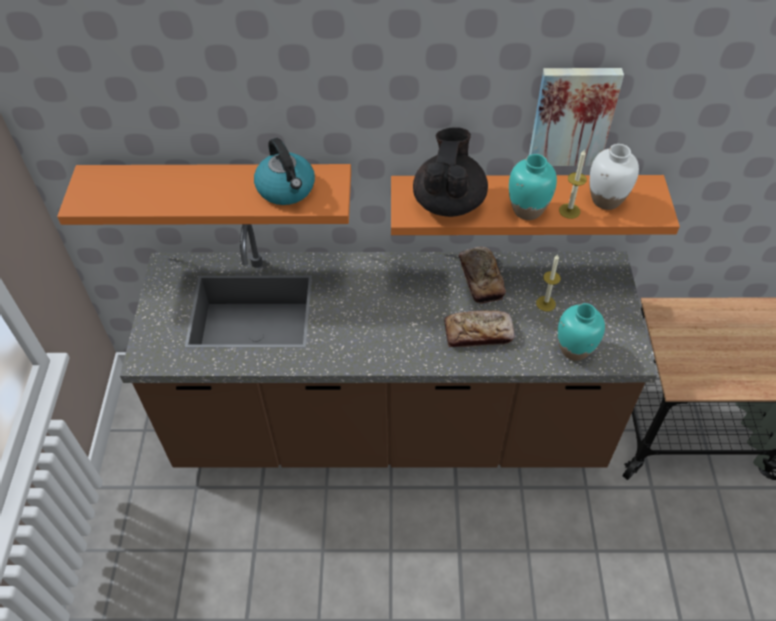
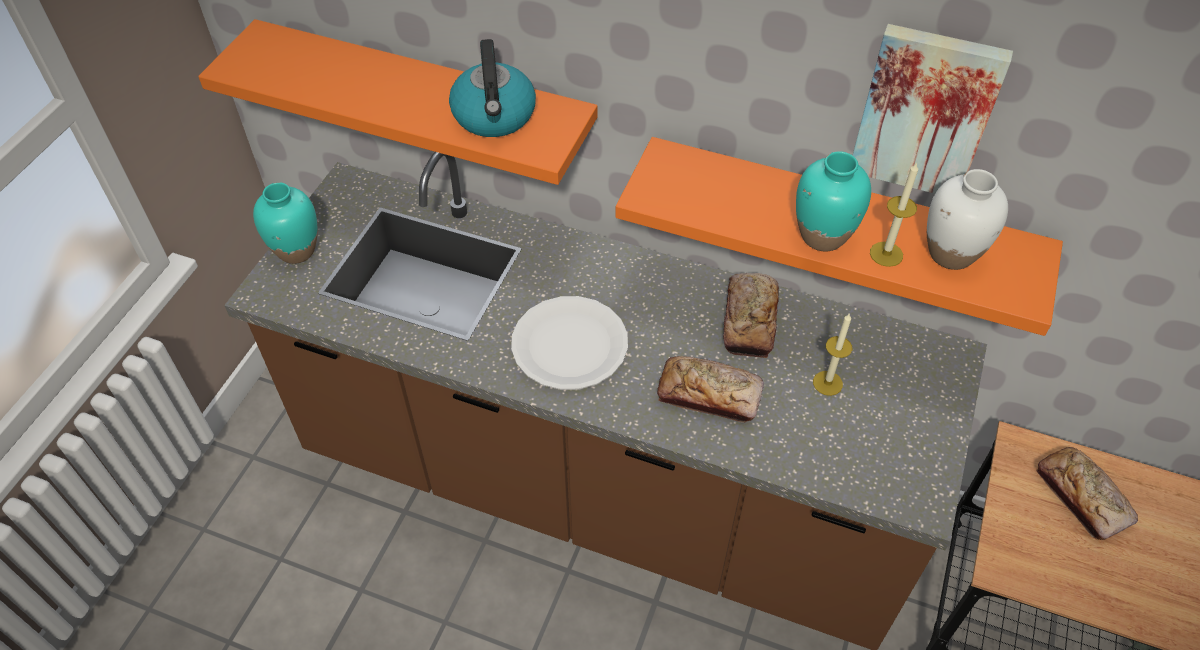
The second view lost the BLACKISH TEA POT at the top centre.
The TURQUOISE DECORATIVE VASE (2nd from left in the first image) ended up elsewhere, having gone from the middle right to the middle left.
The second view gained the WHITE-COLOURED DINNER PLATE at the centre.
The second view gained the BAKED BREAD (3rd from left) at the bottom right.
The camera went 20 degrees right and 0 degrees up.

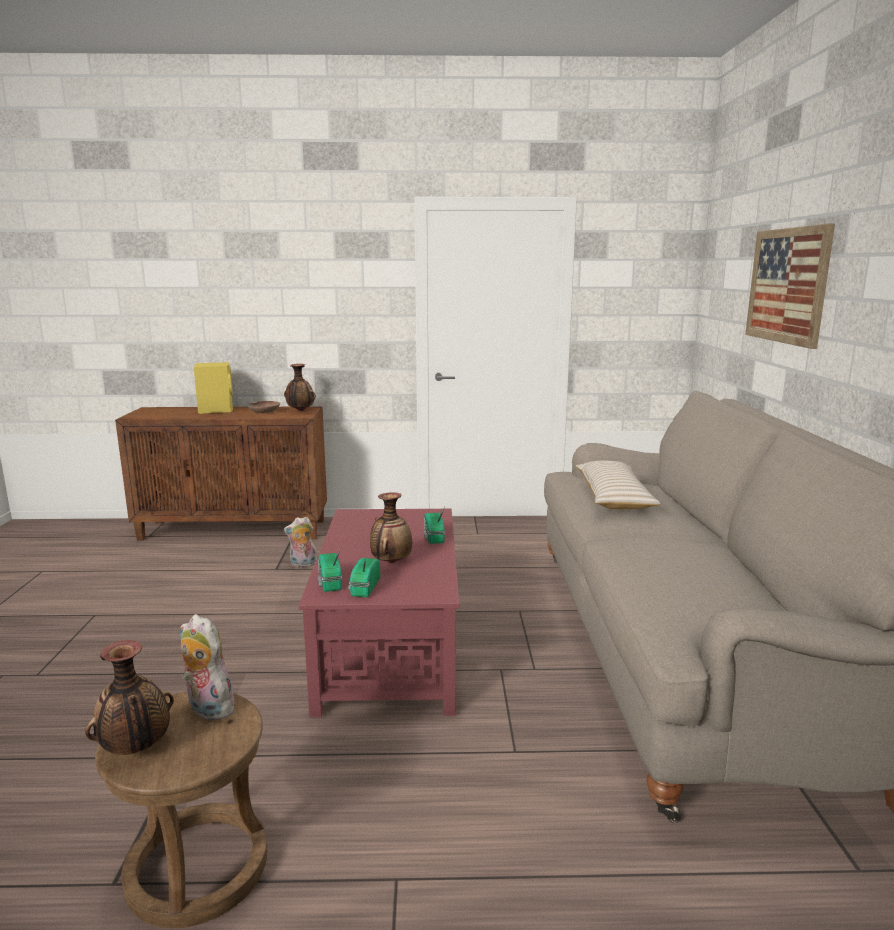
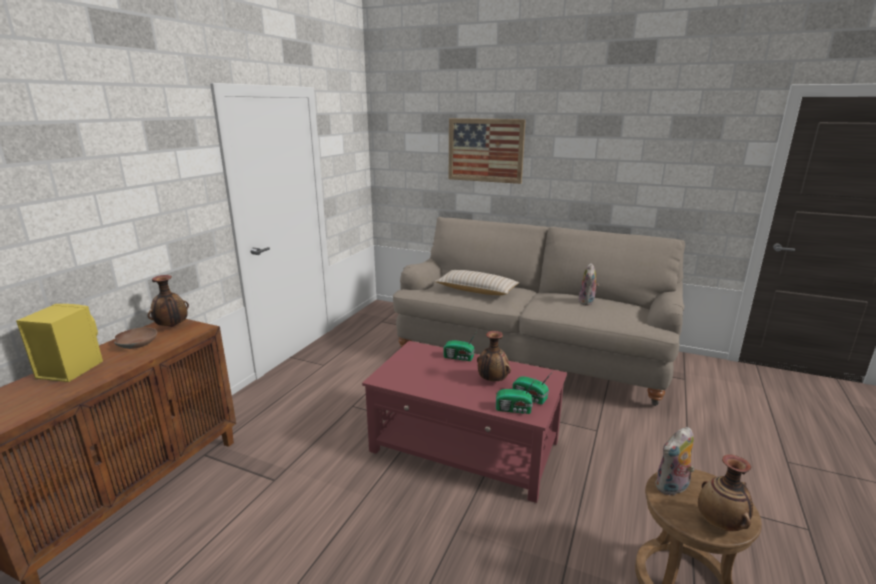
The SOFT TOY (2nd from left in the first image) ended up elsewhere, having gone from the centre to the middle right.
The camera went 65 degrees left and 5 degrees up.

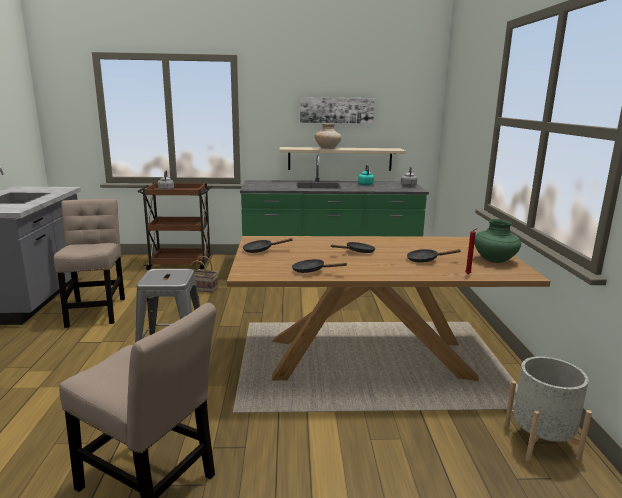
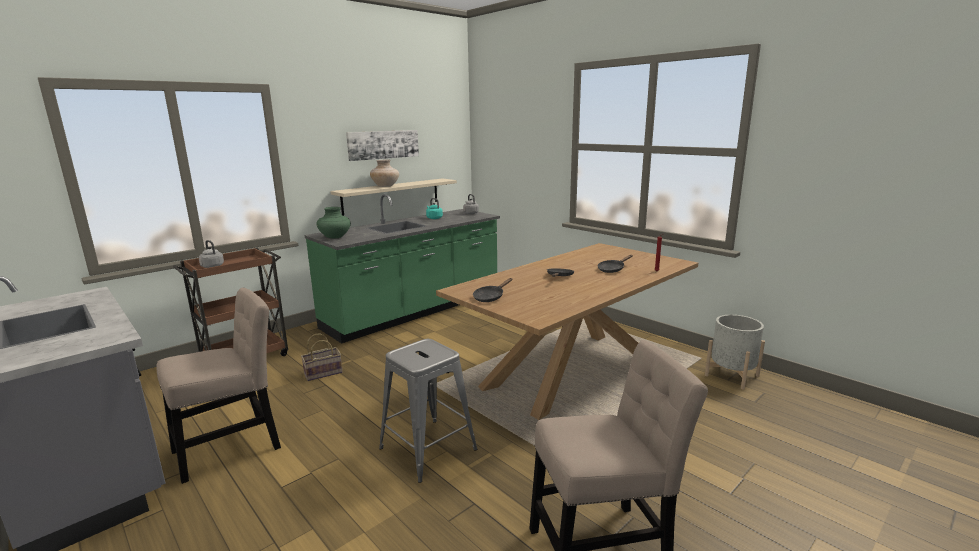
The SAND-COLOURED UPRIGHT CHAIR (1st from left) at the middle left ended up facing another way, 105 degrees clockwise from before.
The second view lost the BLACKISH PAN (2nd from left) at the centre.
The GREEN DECORATIVE VASE ended up elsewhere, having gone from the middle right to the centre.
The camera went 40 degrees left and 0 degrees up.

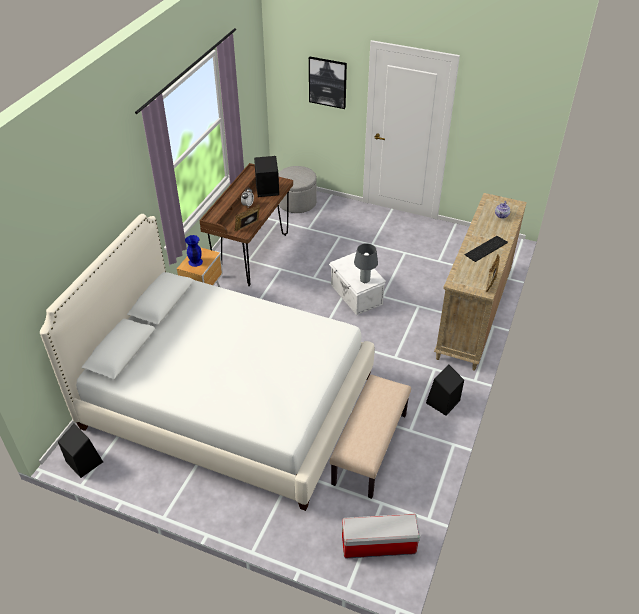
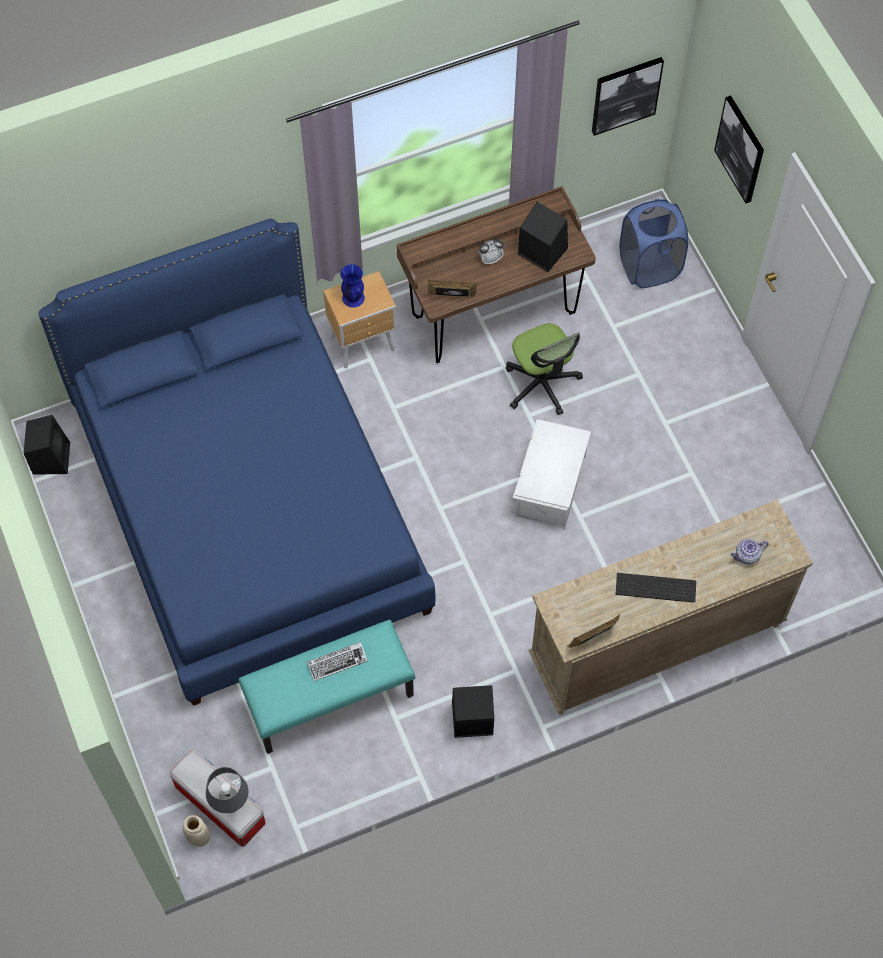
What was the WHITE-COLOURED BED at the middle left turned into the BLUISH BED at the middle left.
Where the GREYISH OTTOMAN stood at the top centre, the BLUISH LAUNDRY BASKET came to stand at the top right.
What was the SAND-COLOURED BENCH at the bottom centre turned into the TURQUOISE BENCH at the bottom centre.
The GREYISH TABLETOP LAMP ended up elsewhere, having gone from the centre to the bottom left.
The second view gained the SAND-COLOURED DECORATIVE VASE at the bottom left.
The second view gained the COMPUTER KEYBOARD (1st from left) at the bottom centre.
The second view gained the COMPUTER CHAIR at the centre.
The second view gained the WALL ART (1st from left) at the top right.
The camera went 45 degrees right and 20 degrees up.

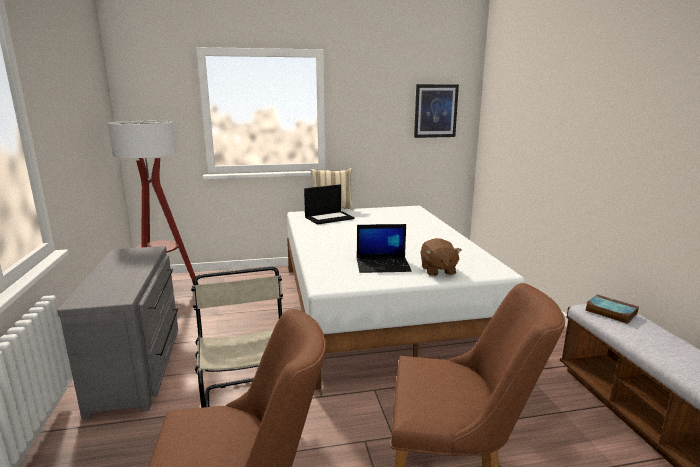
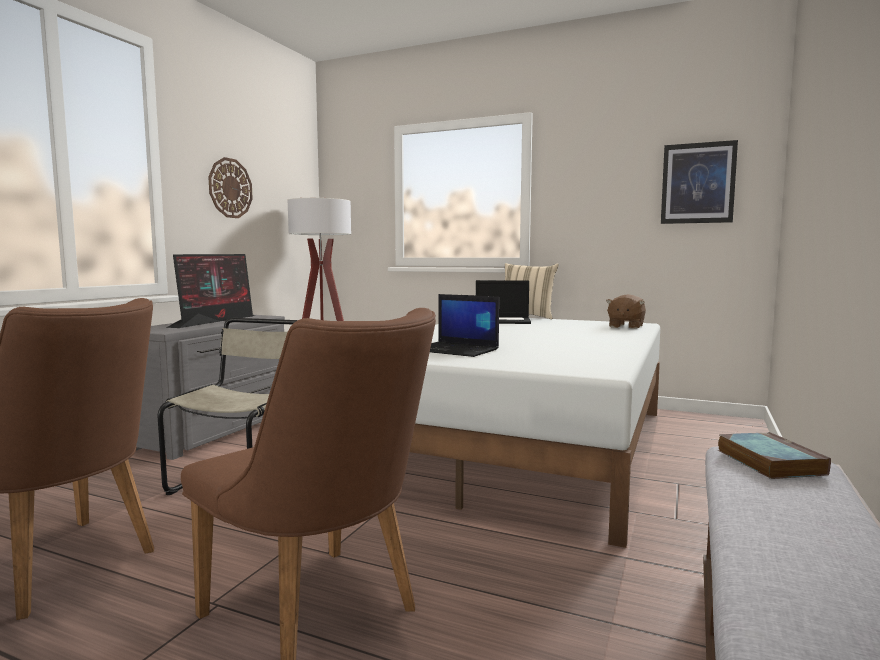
The BROWNISH SOFT TOY ended up elsewhere, having gone from the centre to the middle right.
The second view gained the COMPUTER DISPLAY at the middle left.
The second view gained the HANGING CLOCK at the top left.
The camera went 35 degrees right and 10 degrees down.

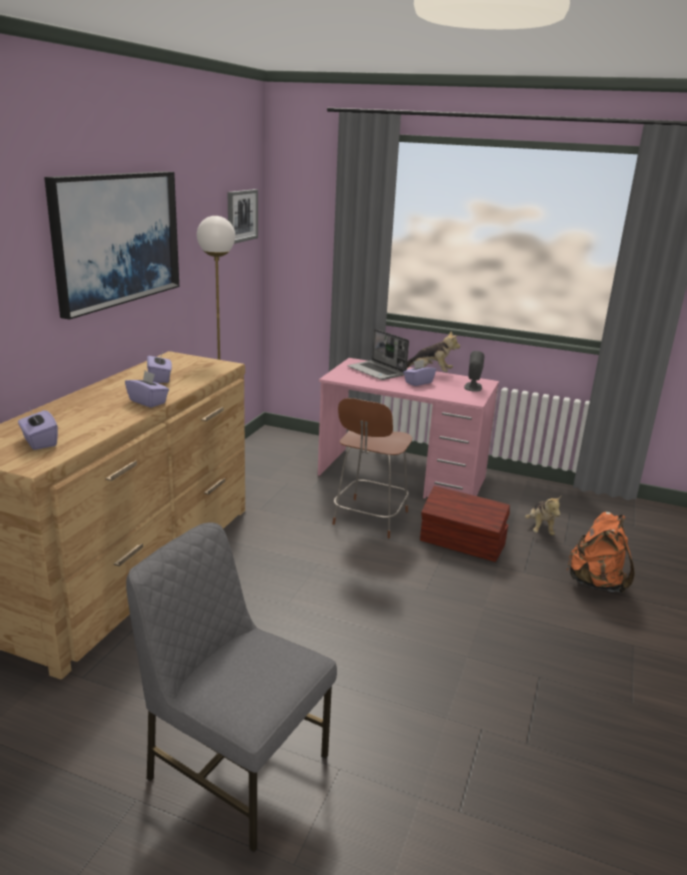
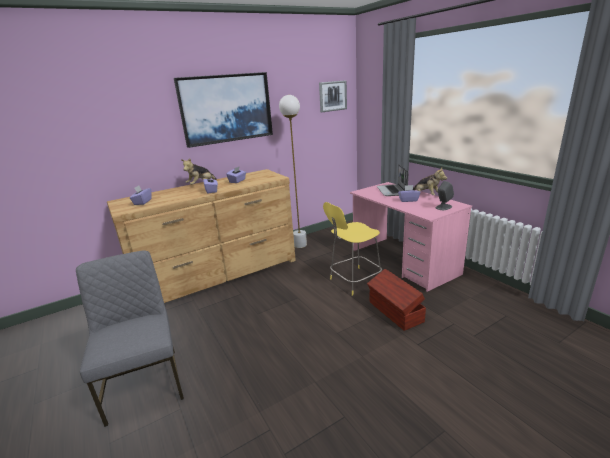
What was the BROWNISH STOOL at the centre turned into the YELLOW STOOL at the centre.
The SOFT TOY (2nd from left in the first image) ended up elsewhere, having gone from the middle right to the middle left.
The second view lost the ORANGE-COLOURED RUCKSACK at the middle right.
The camera went 40 degrees right and 0 degrees up.

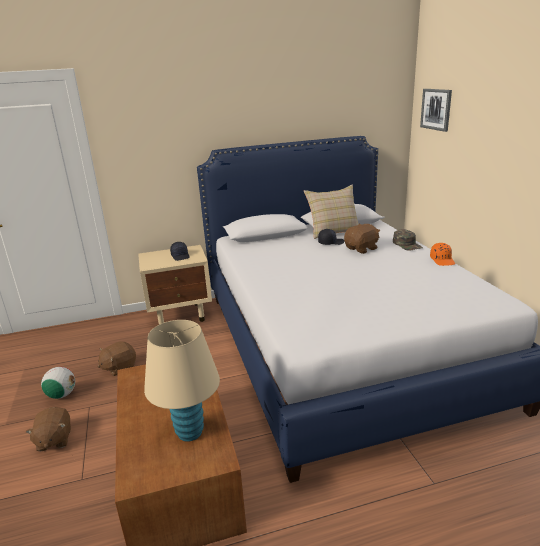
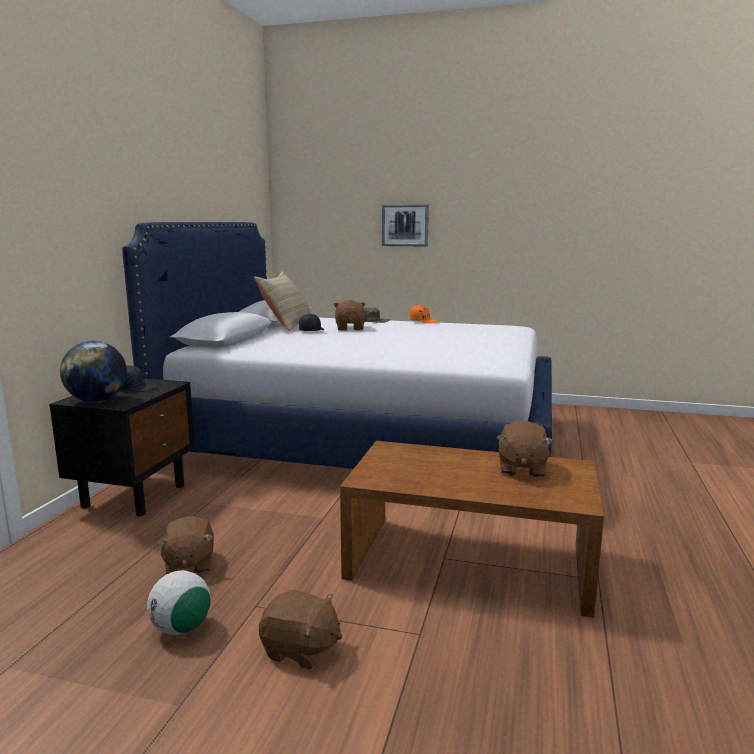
What was the SAND-COLOURED BEDSIDE TABLE at the middle left turned into the BLACKISH BEDSIDE TABLE at the middle left.
Where the SAND-COLOURED TABLETOP LAMP stood at the bottom centre, the BROWNISH SOFT TOY (4th from left) came to stand at the middle right.
The WALL ART ended up elsewhere, having gone from the top right to the top centre.
The second view gained the GLOBE at the middle left.
The camera went 60 degrees left and 10 degrees down.

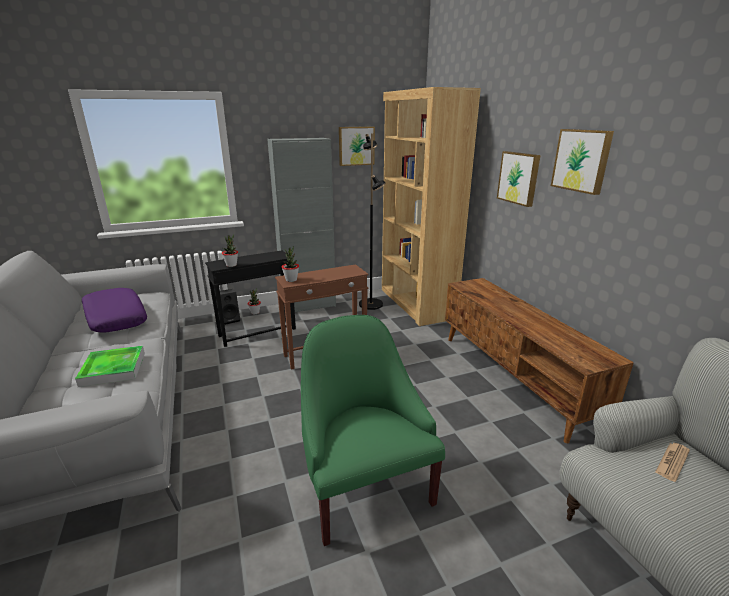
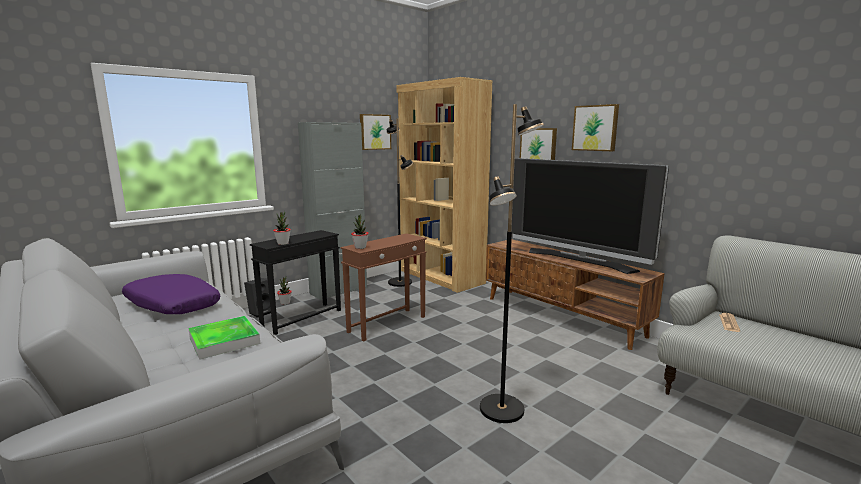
Where the GREEN EASY CHAIR stood at the bottom centre, the BLACKISH FLOOR LAMP (2nd from left) came to stand at the centre.
The second view gained the TV at the middle right.
The camera went 20 degrees left and 10 degrees down.

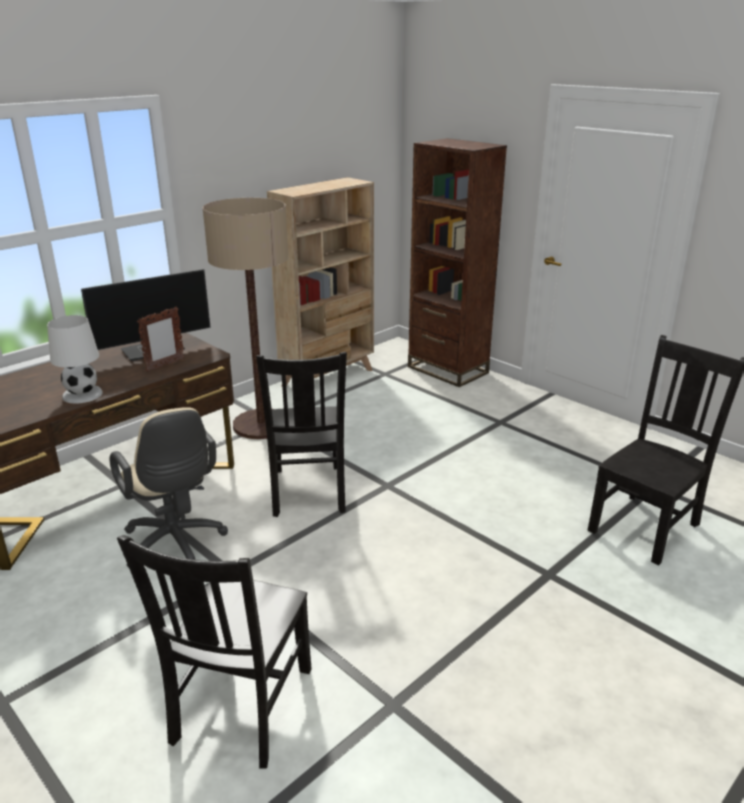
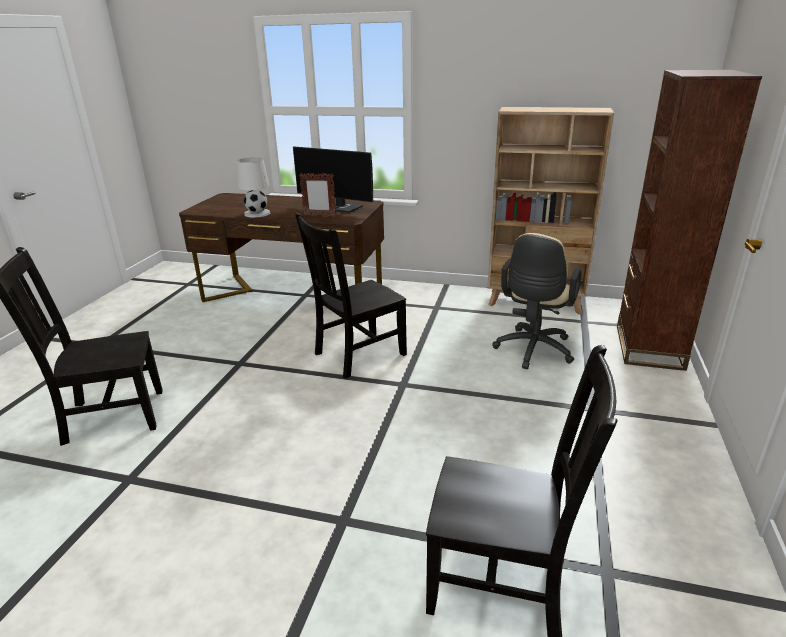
The SAND-COLOURED COMPUTER CHAIR ended up elsewhere, having gone from the middle left to the middle right.
The second view lost the FLOOR LAMP at the middle left.
The camera went 60 degrees right and 0 degrees up.

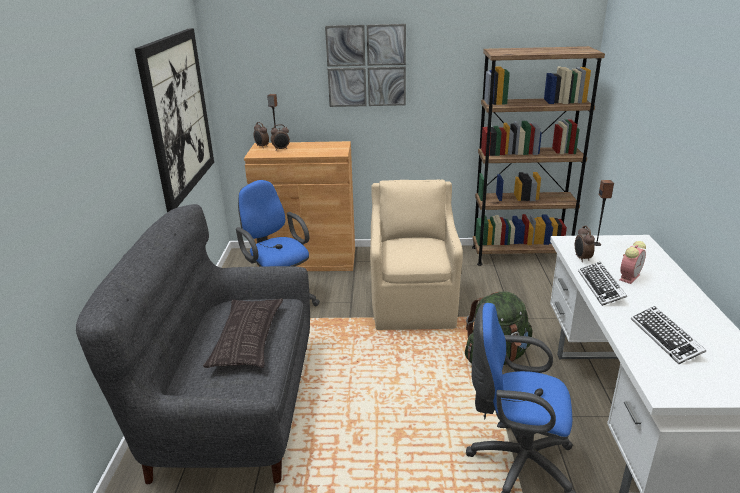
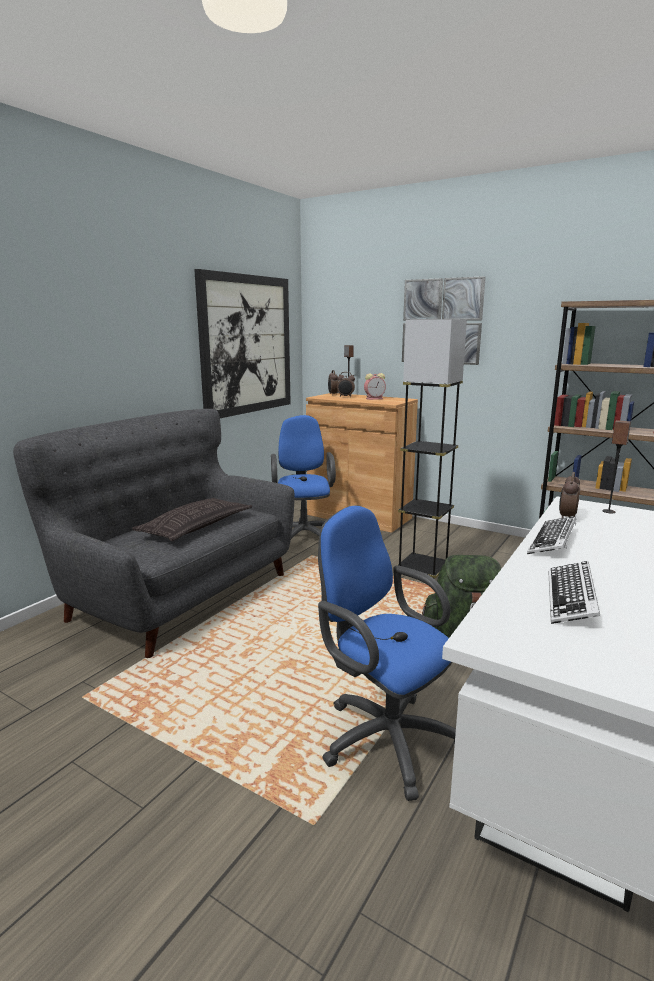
Where the SAND-COLOURED EASY CHAIR stood at the centre, the GREYISH FLOOR LAMP came to stand at the centre.
The ALARM CLOCK (4th from left in the first image) ended up elsewhere, having gone from the middle right to the centre.
The camera went 30 degrees right and 10 degrees down.

